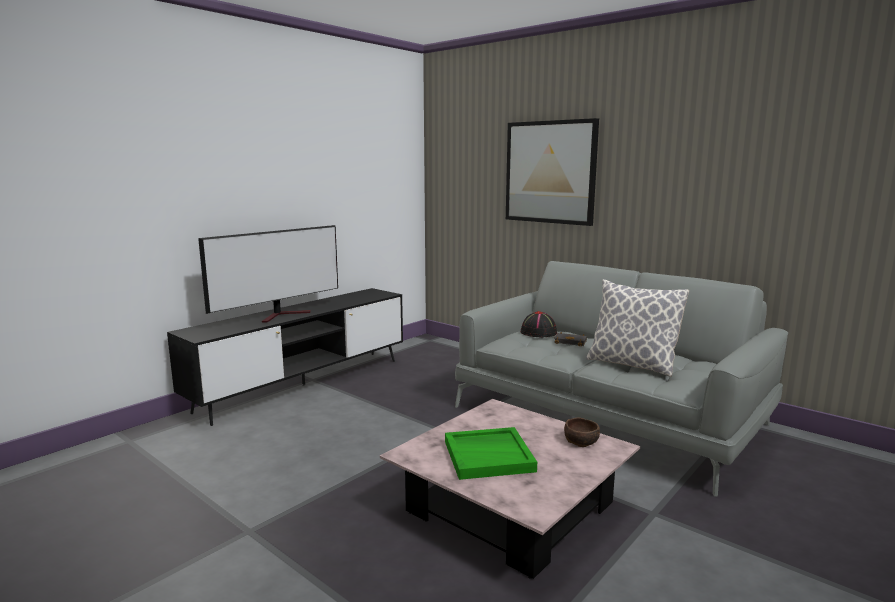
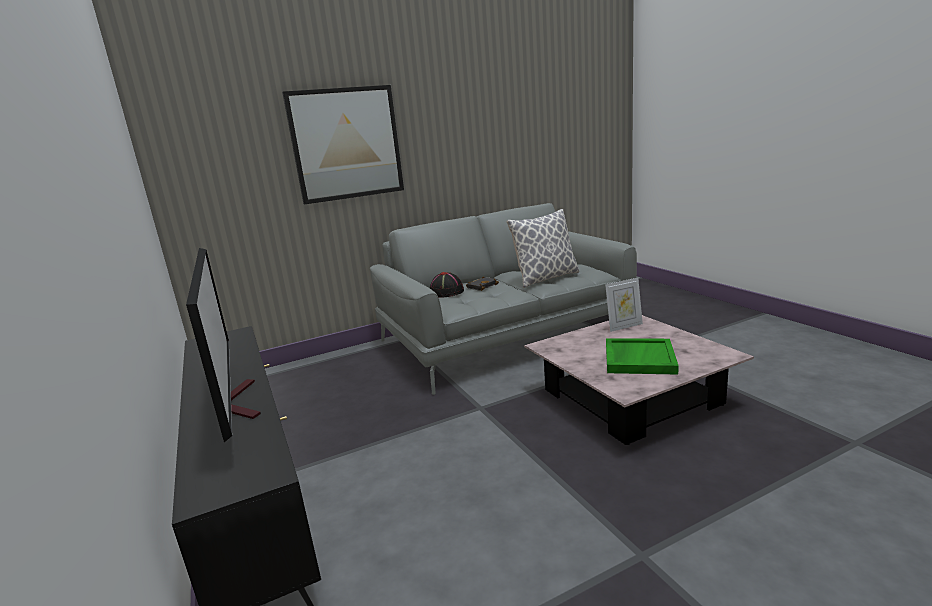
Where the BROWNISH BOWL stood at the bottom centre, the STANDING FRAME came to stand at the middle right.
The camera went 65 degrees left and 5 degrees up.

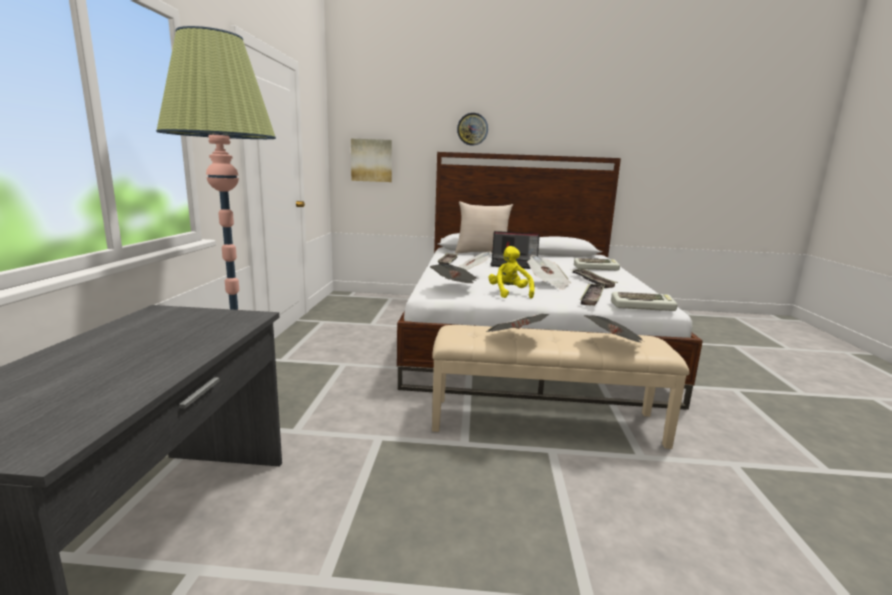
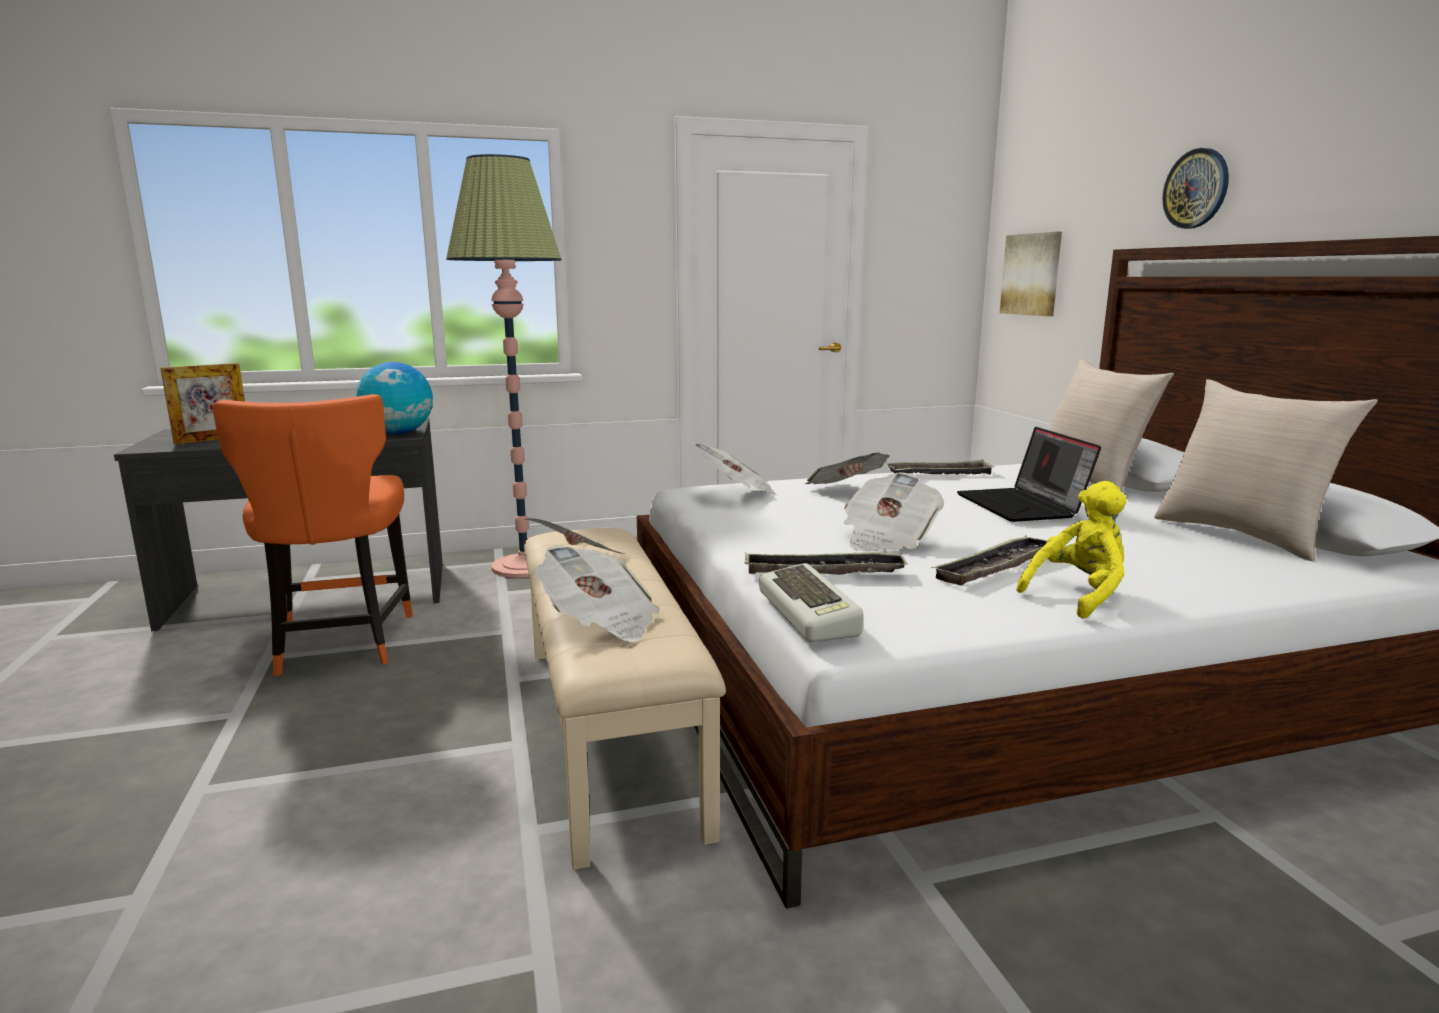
The YELLOW SOFT TOY ended up elsewhere, having gone from the centre to the middle right.
The second view lost the COMPUTER KEYBOARD (1st from left) at the middle right.
The second view gained the STANDING FRAME at the middle left.
The second view gained the ORANGE-COLOURED UPRIGHT CHAIR at the middle left.
The second view gained the GLOBE at the middle left.
The second view gained the SAND-COLOURED THROW PILLOW (2nd from left) at the middle right.
The camera went 70 degrees right and 0 degrees up.

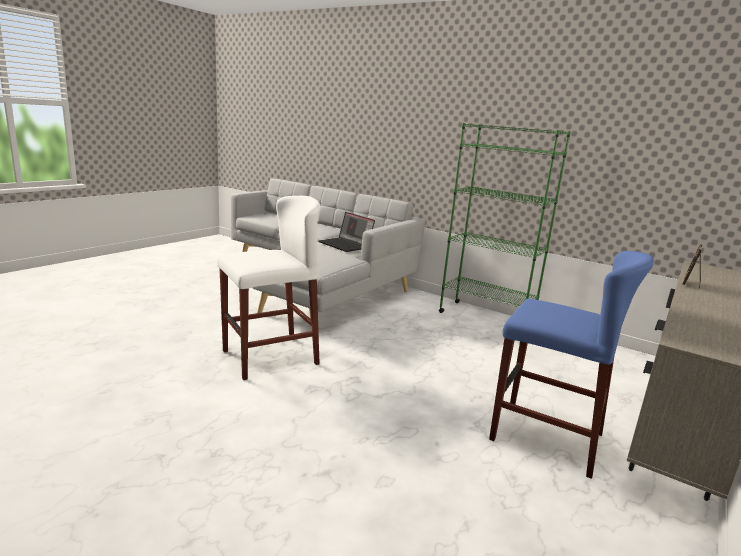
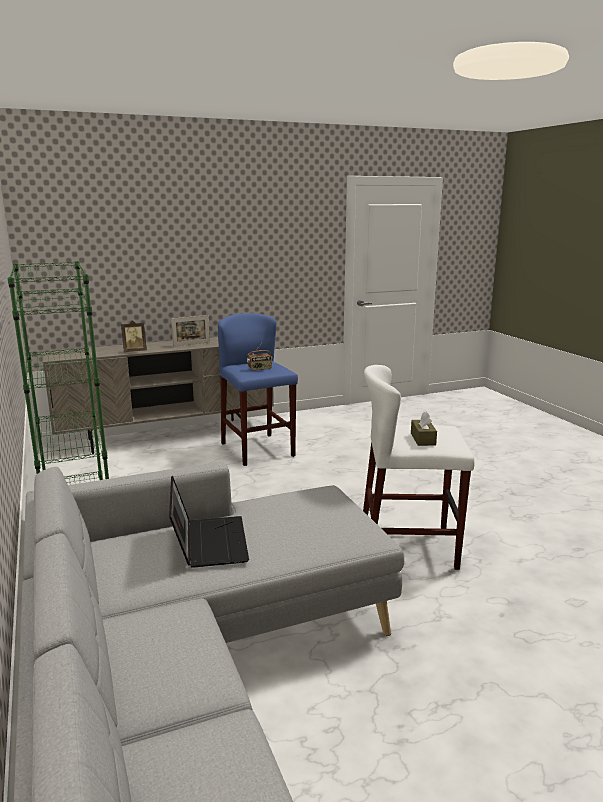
The second view gained the STANDING FRAME (2nd from left) at the middle left.
The second view gained the RADIO RECEIVER at the centre.
The second view gained the BROWNISH TISSUE BOX at the middle right.
The camera went 145 degrees left and 0 degrees up.

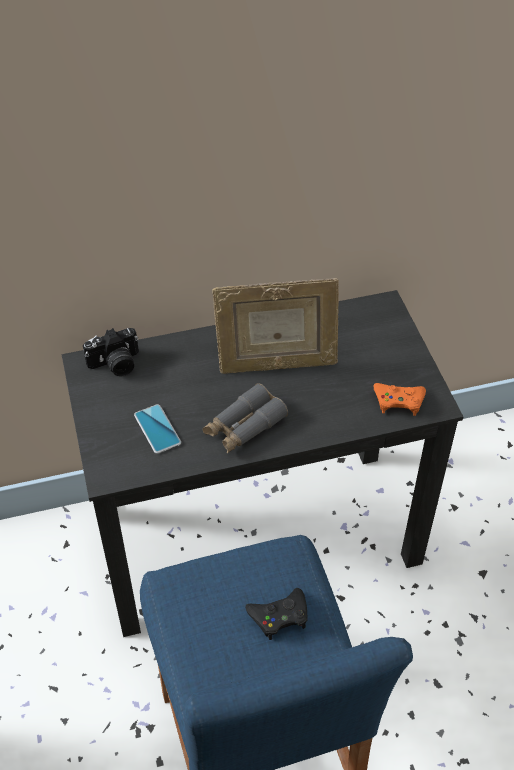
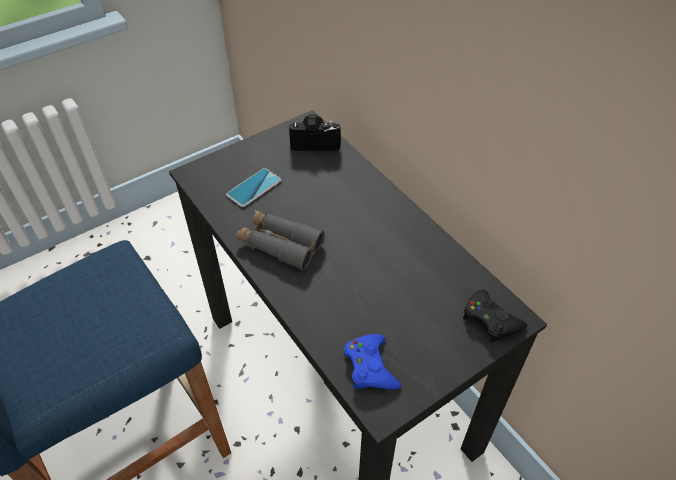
The STILL CAMERA at the middle left ended up facing another way, 135 degrees clockwise from before.
The second view lost the STANDING FRAME at the centre.
The BLACKISH GAME CONTROLLER ended up elsewhere, having gone from the bottom centre to the middle right.
What was the ORANGE-COLOURED GAME CONTROLLER at the middle right turned into the BLUISH GAME CONTROLLER at the bottom centre.
The camera went 70 degrees right and 0 degrees up.

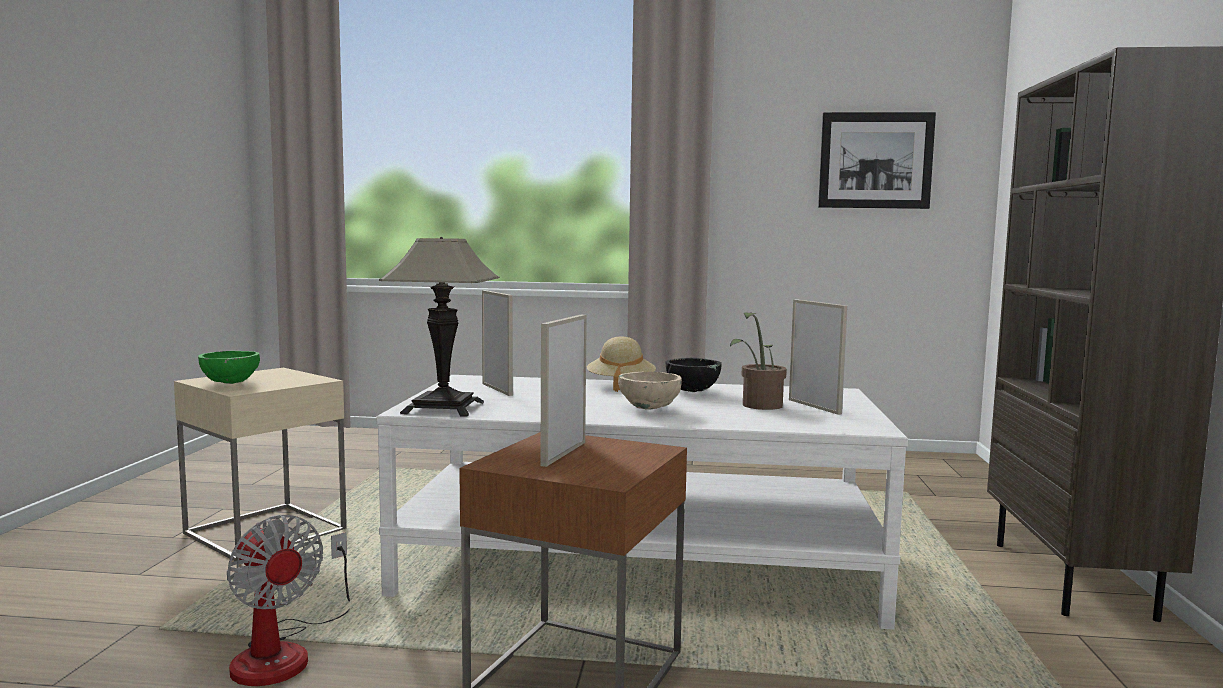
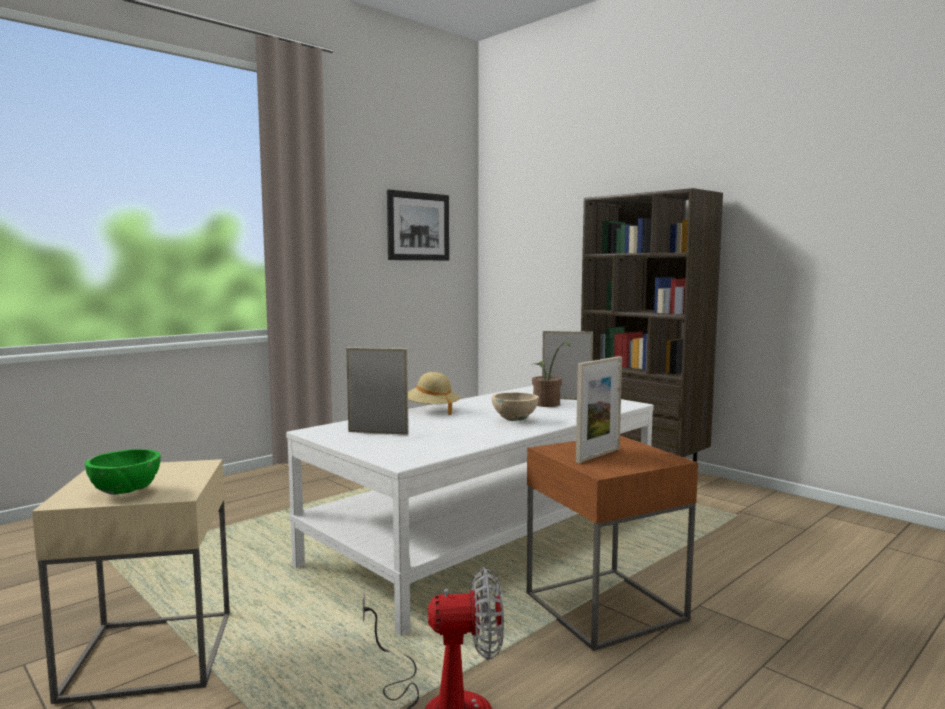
The second view lost the TABLETOP LAMP at the centre.
The STANDING FRAME (2nd from left in the first image) at the centre ended up facing another way, 105 degrees counterclockwise from before.
The second view lost the BLACKISH BOWL at the centre.
The camera went 50 degrees left and 0 degrees up.

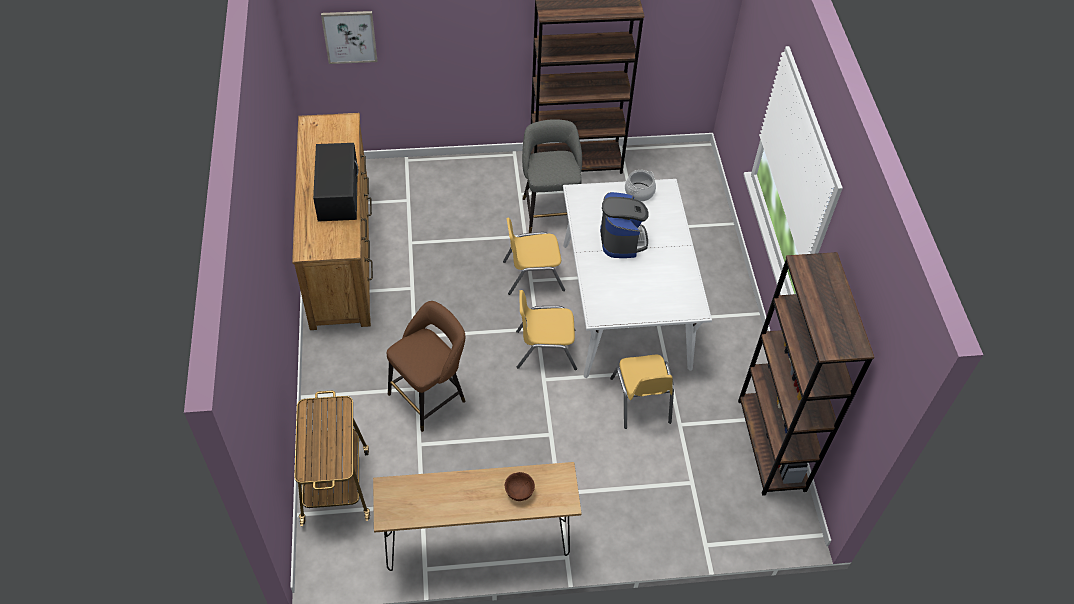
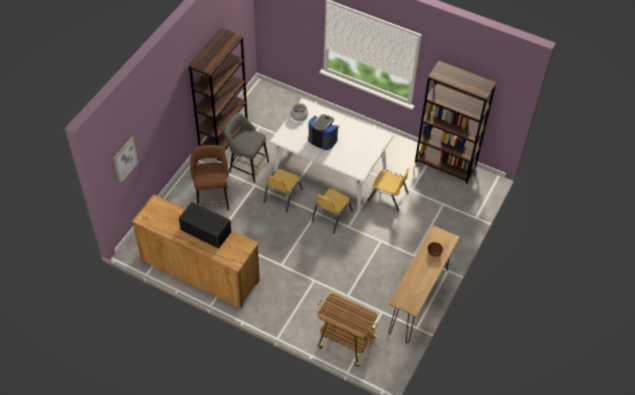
The BROWNISH STOOL ended up elsewhere, having gone from the centre to the middle left.
The camera went 55 degrees left and 0 degrees up.

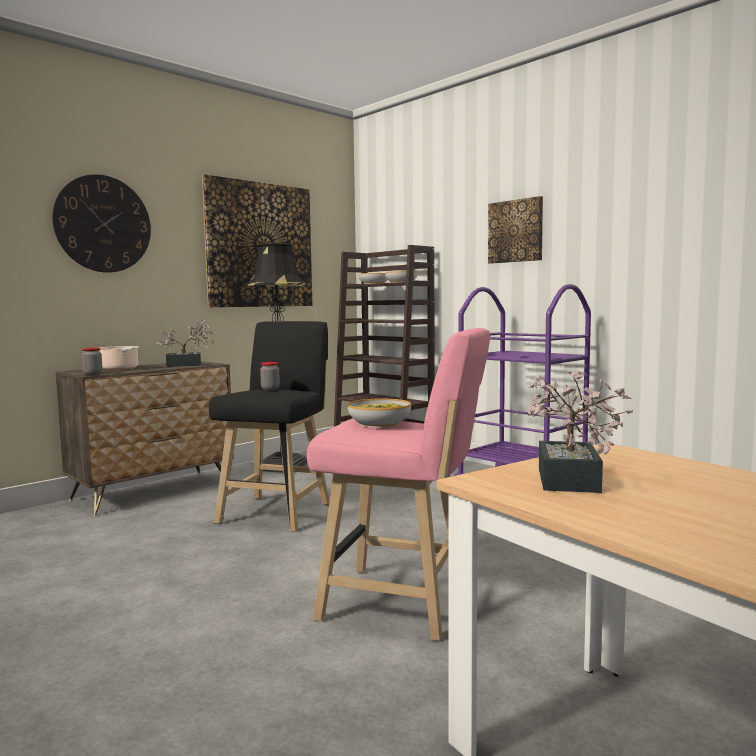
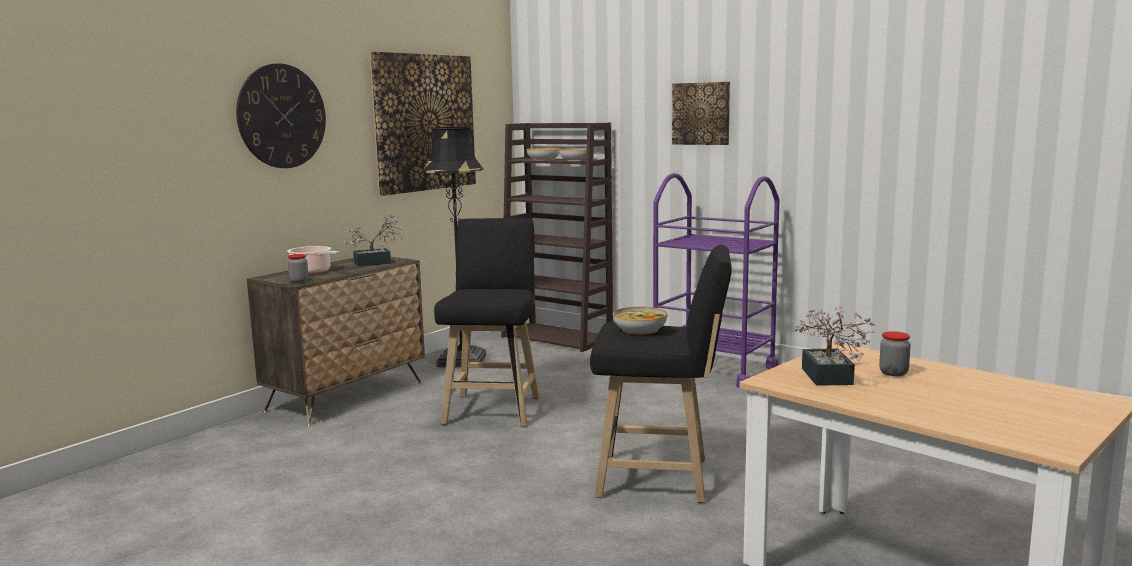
The JAR (2nd from left) ended up elsewhere, having gone from the centre to the middle right.
What was the PINKISH STOOL at the centre turned into the BLACKISH STOOL (2nd from left) at the centre.
The camera went 10 degrees left and 5 degrees up.

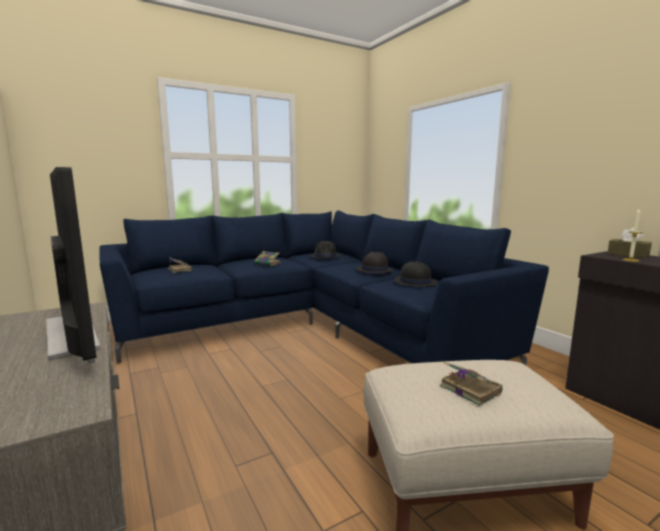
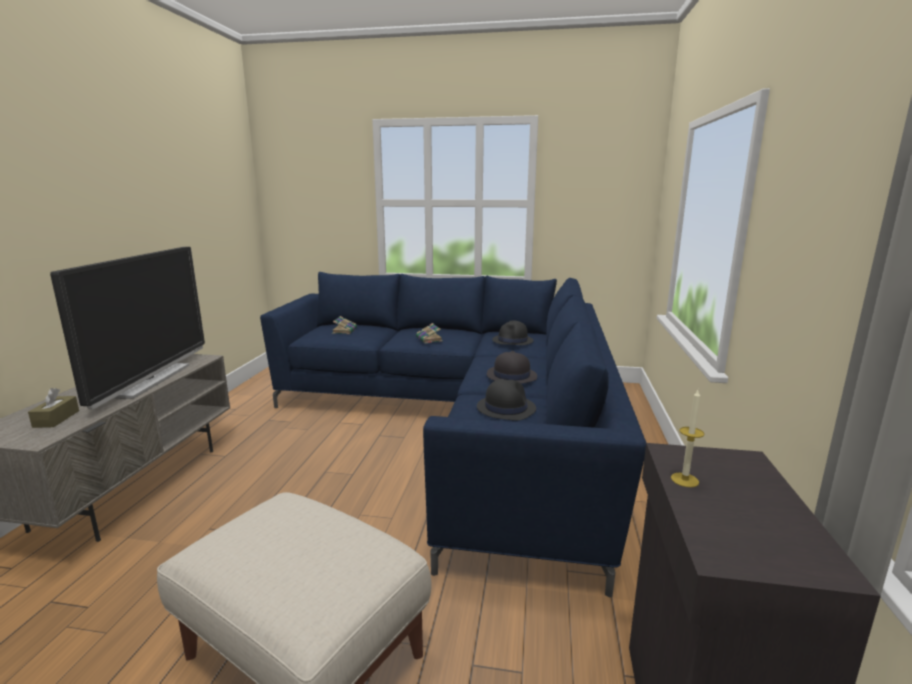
The second view lost the VOLUME (3rd from left) at the bottom right.
The BROWNISH TISSUE BOX ended up elsewhere, having gone from the middle right to the middle left.
The camera went 40 degrees right and 5 degrees up.

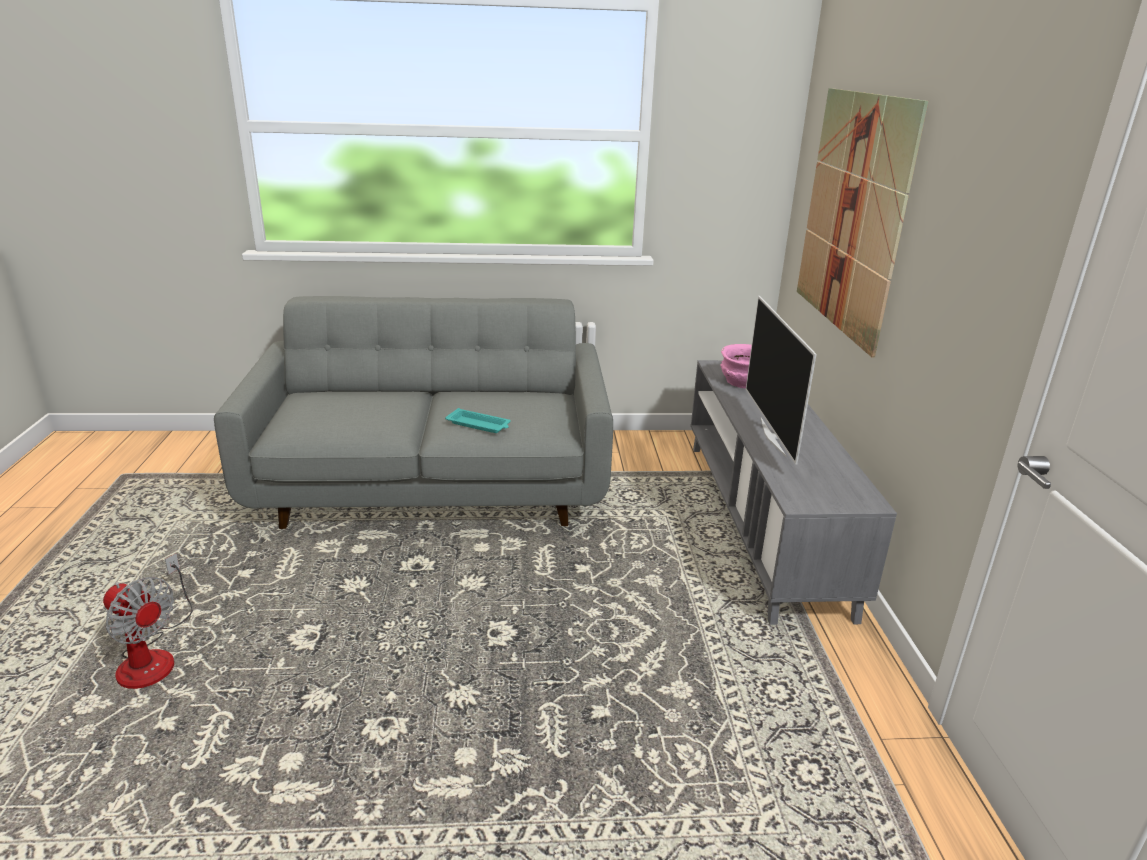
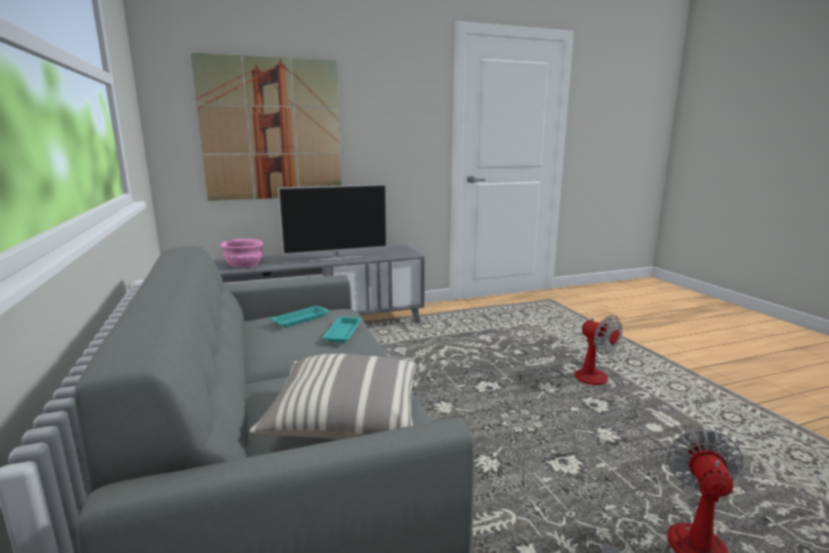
The second view gained the THROW PILLOW at the bottom centre.
The second view gained the TURQUOISE SERVING TRAY (1st from left) at the centre.
The second view gained the FAN (1st from left) at the middle right.
The camera went 105 degrees left and 10 degrees down.

